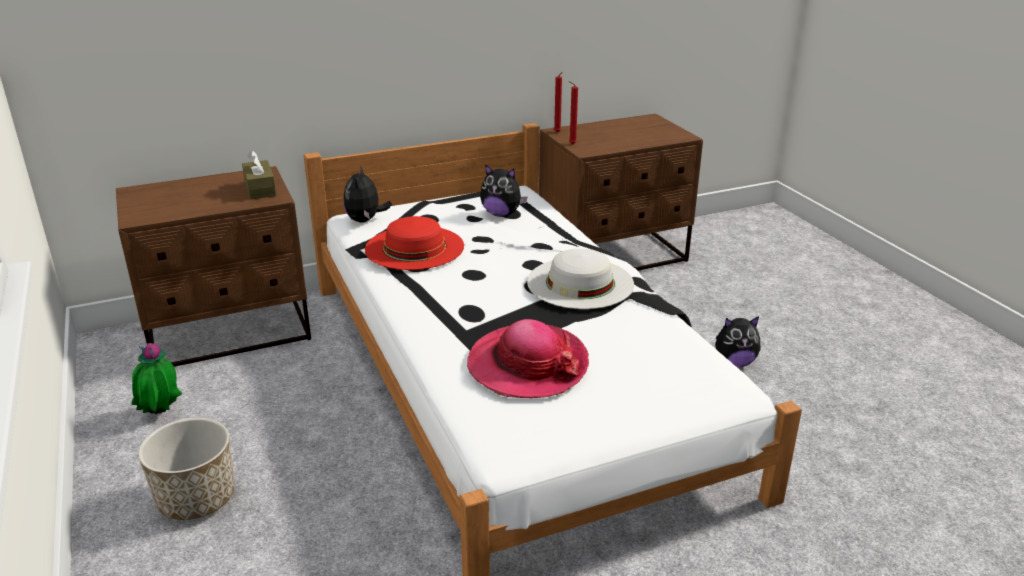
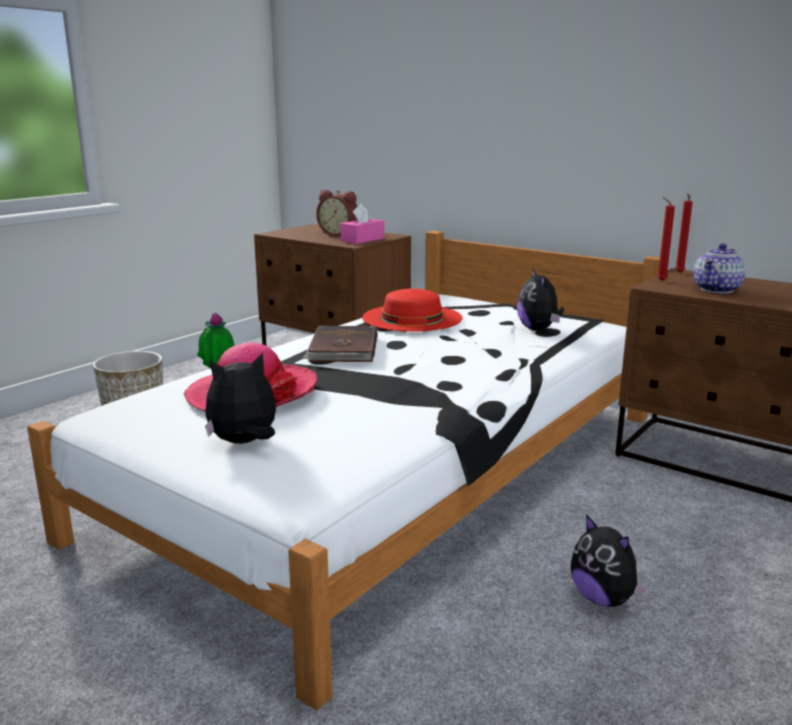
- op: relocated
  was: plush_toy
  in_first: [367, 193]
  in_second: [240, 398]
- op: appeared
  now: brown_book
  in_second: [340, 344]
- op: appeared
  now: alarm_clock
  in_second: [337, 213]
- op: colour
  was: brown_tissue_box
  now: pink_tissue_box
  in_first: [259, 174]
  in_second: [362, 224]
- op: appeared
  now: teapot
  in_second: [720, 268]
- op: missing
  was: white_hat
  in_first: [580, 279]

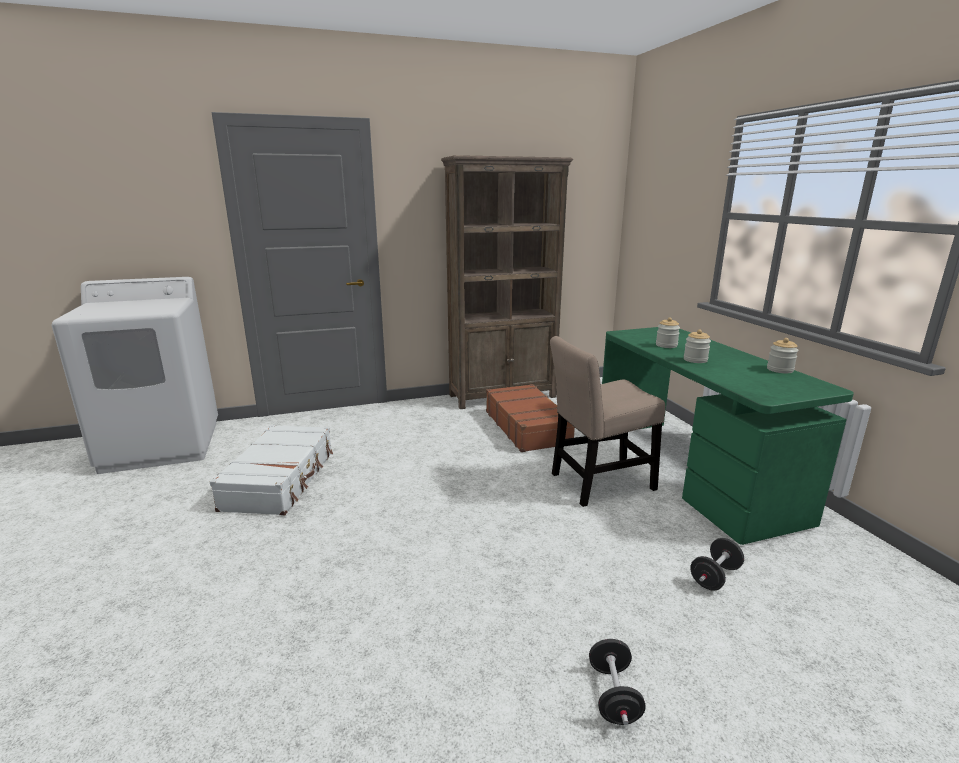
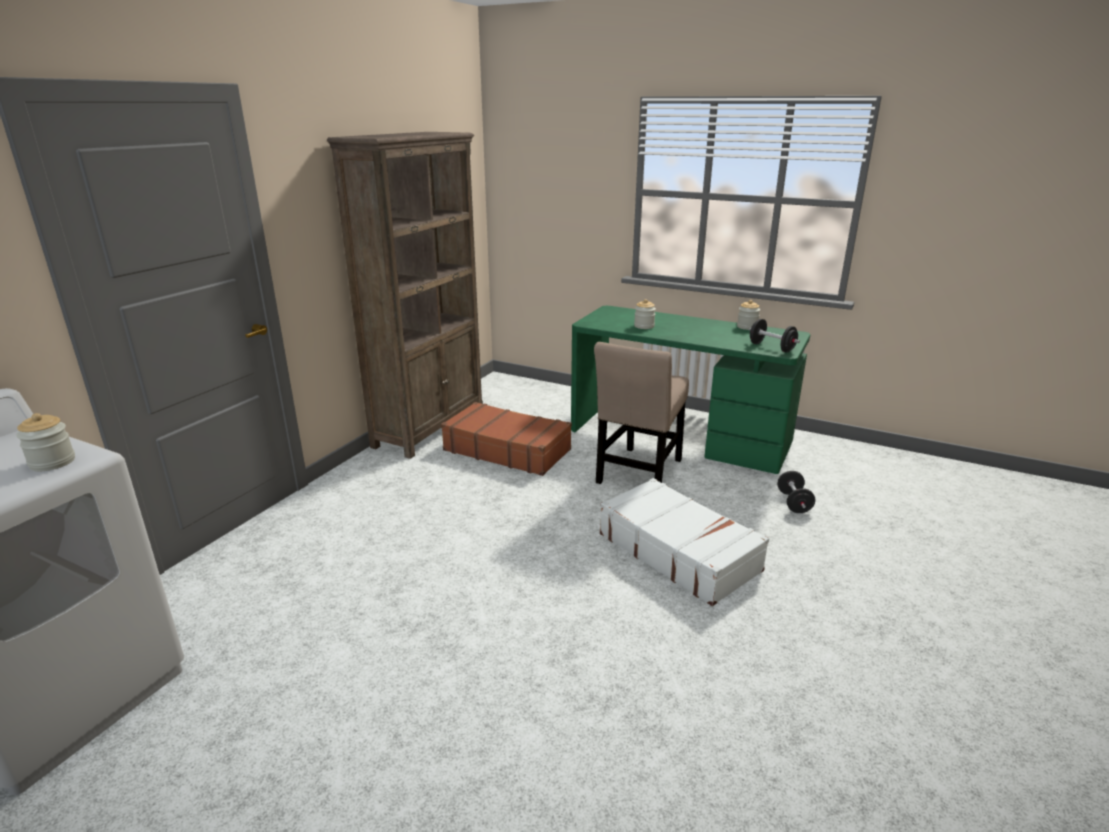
- op: relocated
  was: jar
  in_first: [697, 346]
  in_second: [45, 442]
- op: relocated
  was: white_suitcase
  in_first: [271, 470]
  in_second: [684, 542]
- op: relocated
  was: black_dumbbell
  in_first: [617, 682]
  in_second: [774, 335]

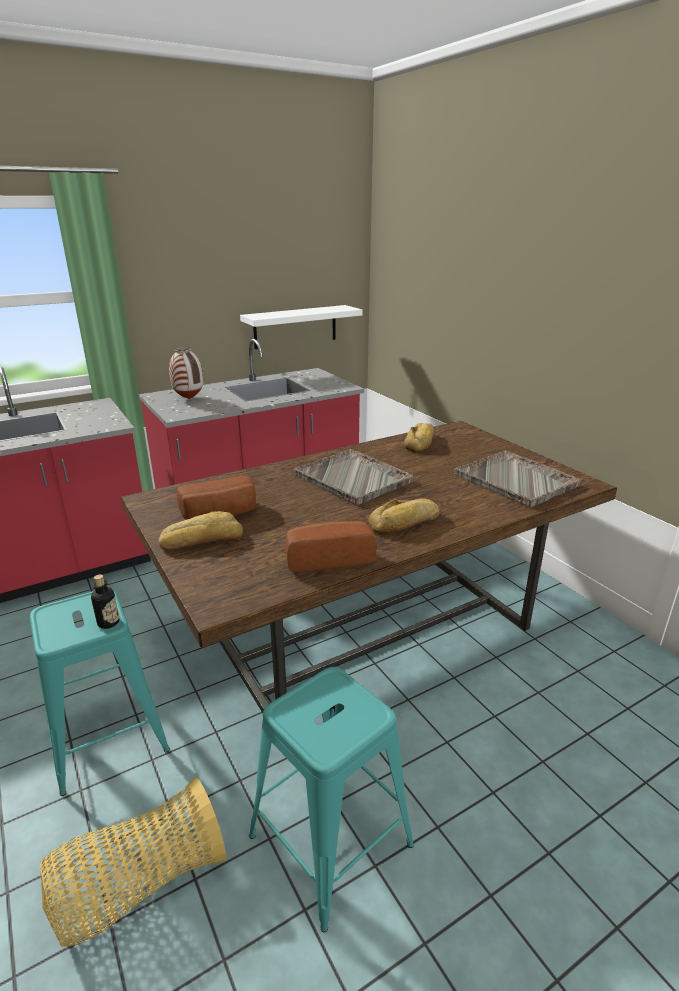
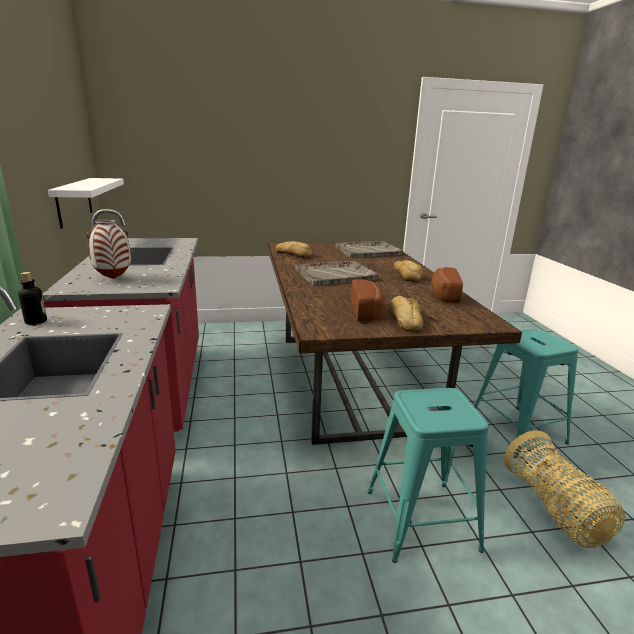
- op: relocated
  was: bottle
  in_first: [105, 601]
  in_second: [32, 298]

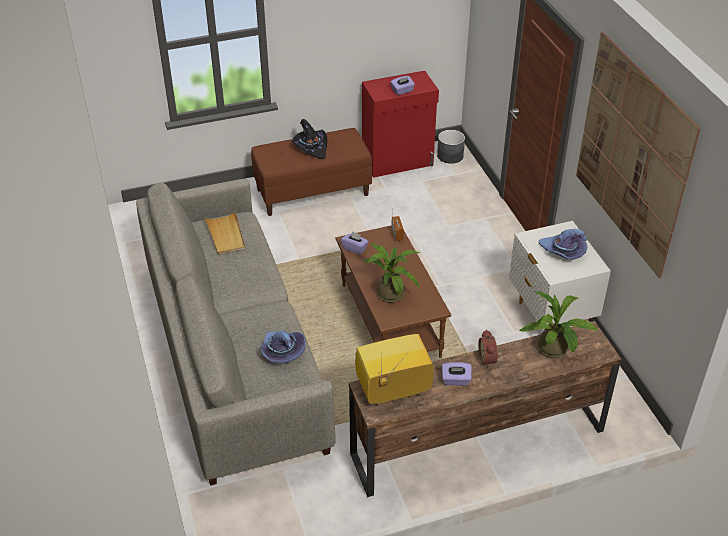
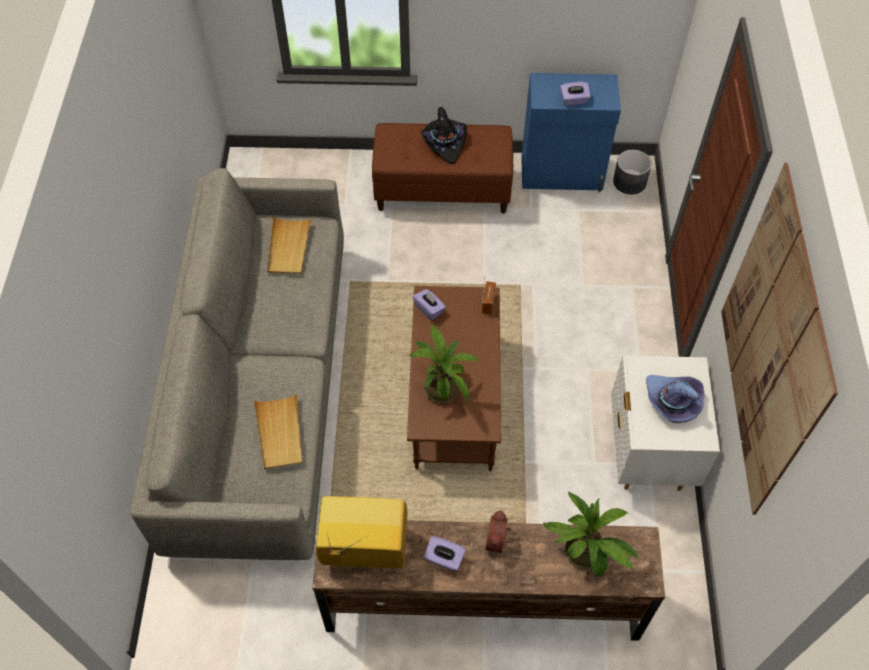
- op: exchanged
  was: purple_hat
  now: beige_tray
  in_first: [283, 346]
  in_second: [278, 431]
- op: colour
  was: red_cabinet
  now: blue_cabinet
  in_first: [400, 124]
  in_second: [571, 132]

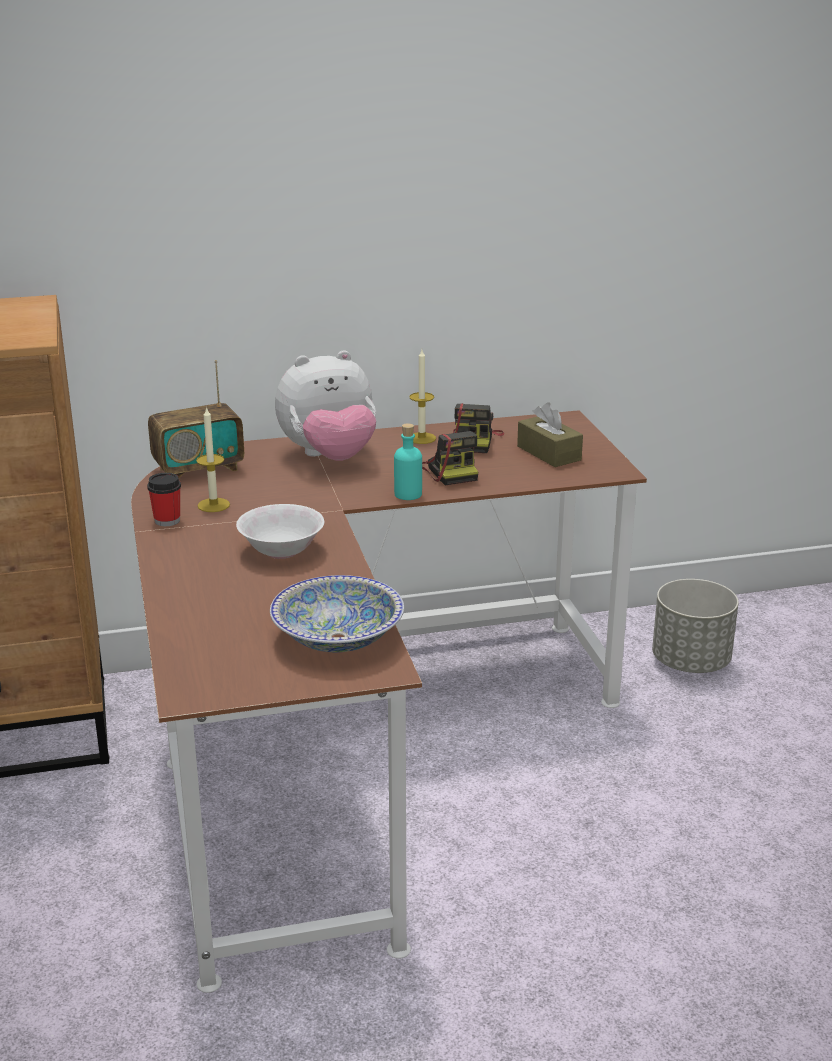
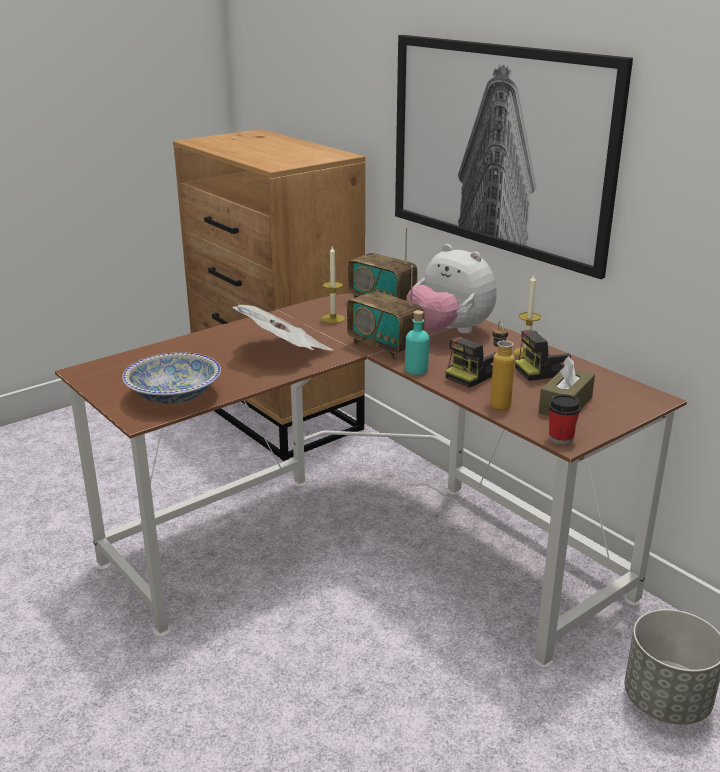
- op: exchanged
  was: white_bowl
  now: newspaper
  in_first: [280, 531]
  in_second: [283, 327]
- op: appeared
  now: radio
  in_second: [386, 313]
- op: appeared
  now: picture
  in_second: [514, 157]
- op: appeared
  now: bottle
  in_second: [502, 366]
- op: relocated
  was: cup
  in_first: [164, 499]
  in_second: [565, 419]

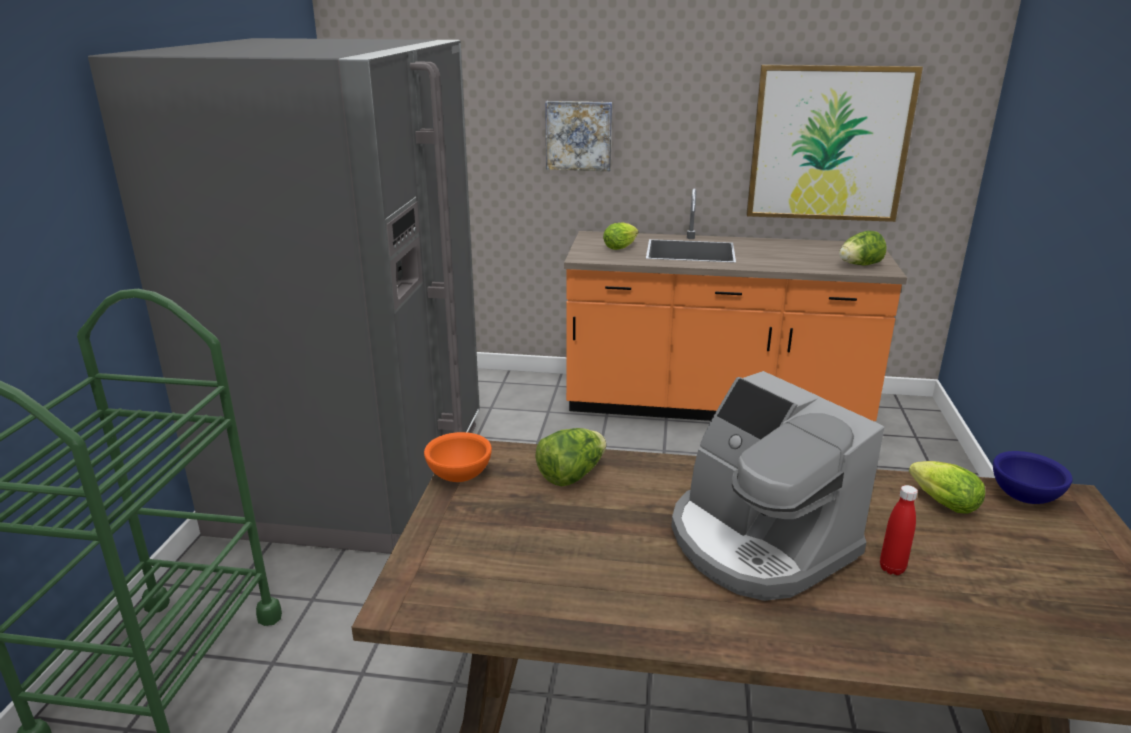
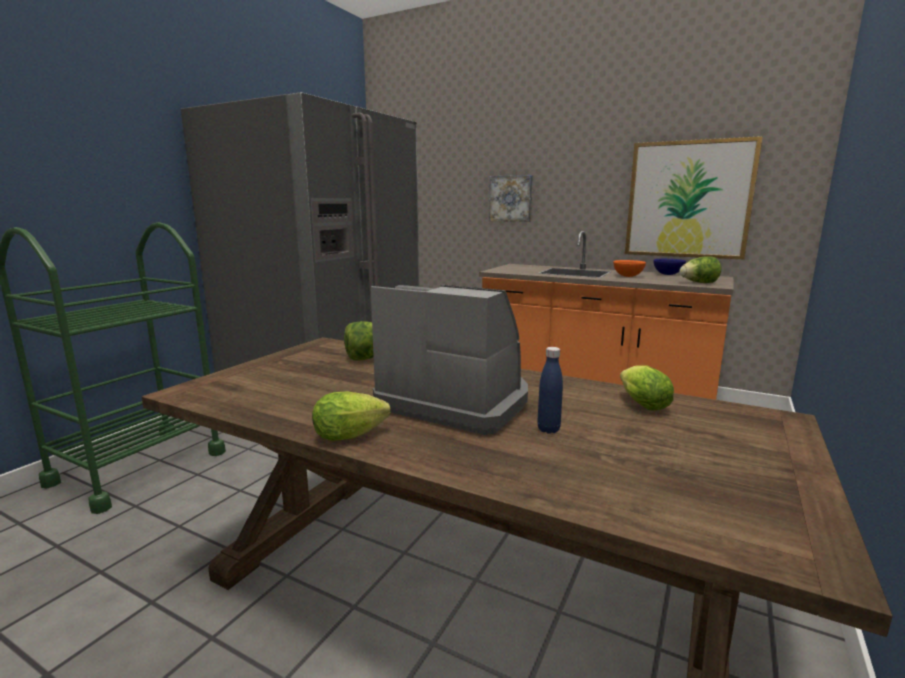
- op: relocated
  was: lettuce
  in_first: [620, 236]
  in_second: [351, 416]
- op: spun
  was: coffee_machine
  in_first: [777, 486]
  in_second: [449, 360]
  clockwise: 135
- op: colour
  was: red_bottle
  now: blue_bottle
  in_first: [899, 530]
  in_second: [550, 390]
- op: relocated
  was: orange_bowl
  in_first: [458, 457]
  in_second: [629, 268]
- op: relocated
  was: blue_bowl
  in_first: [1033, 477]
  in_second: [669, 267]

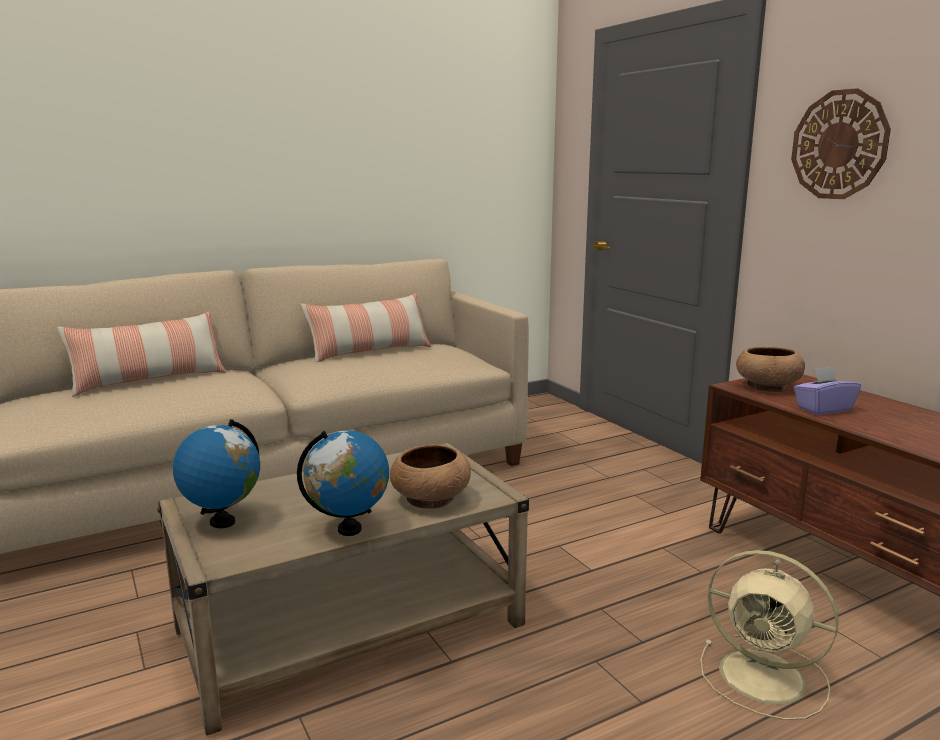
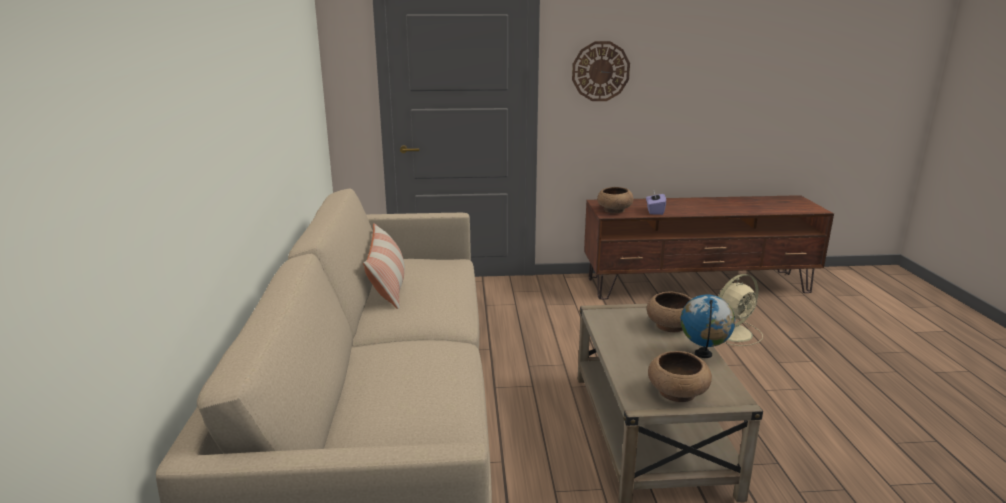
- op: exchanged
  was: globe
  now: brown_bowl
  in_first: [216, 473]
  in_second: [680, 376]
- op: missing
  was: pillow
  in_first: [141, 354]

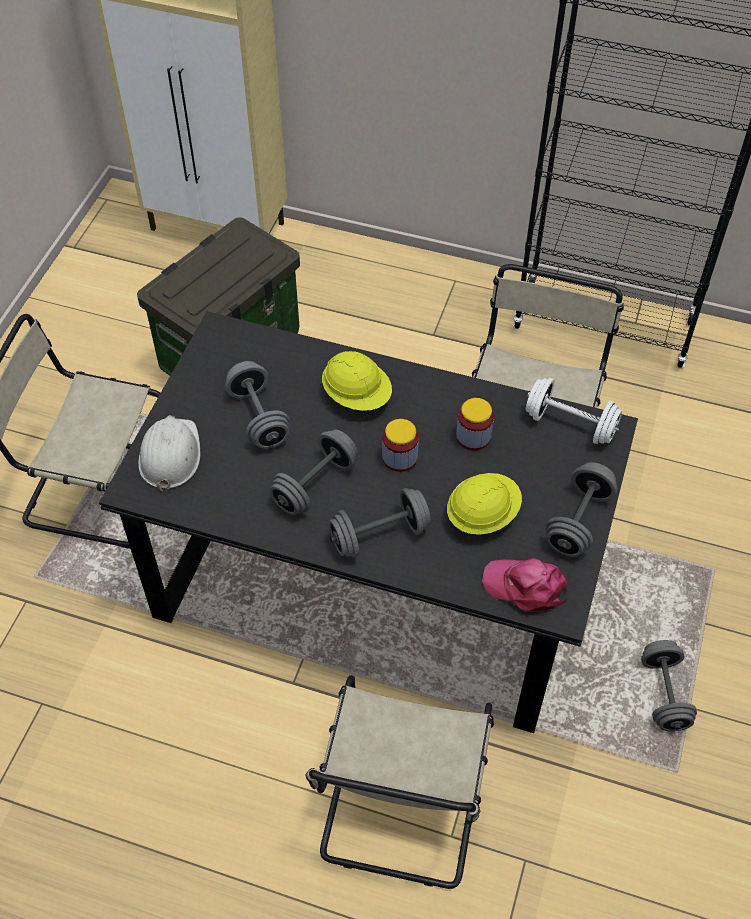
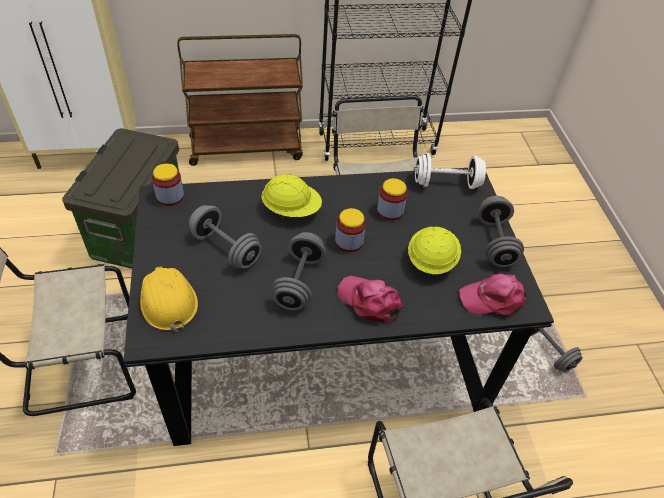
- op: colour
  was: white_hard_hat
  now: yellow_hard_hat
  in_first: [169, 453]
  in_second: [169, 299]
- op: appeared
  now: jar
  in_second: [168, 184]
- op: appeared
  now: brown_cart
  in_second: [240, 100]
- op: exchanged
  was: grey_dumbbell
  now: pink_cap
  in_first: [380, 523]
  in_second: [371, 299]

